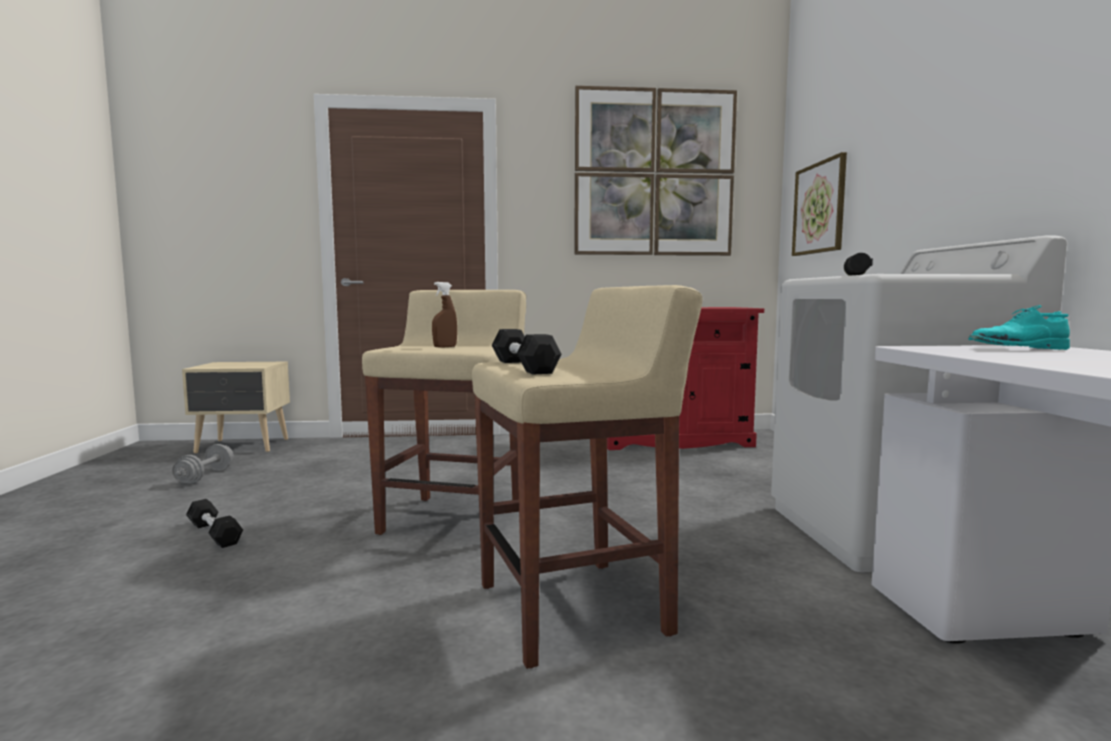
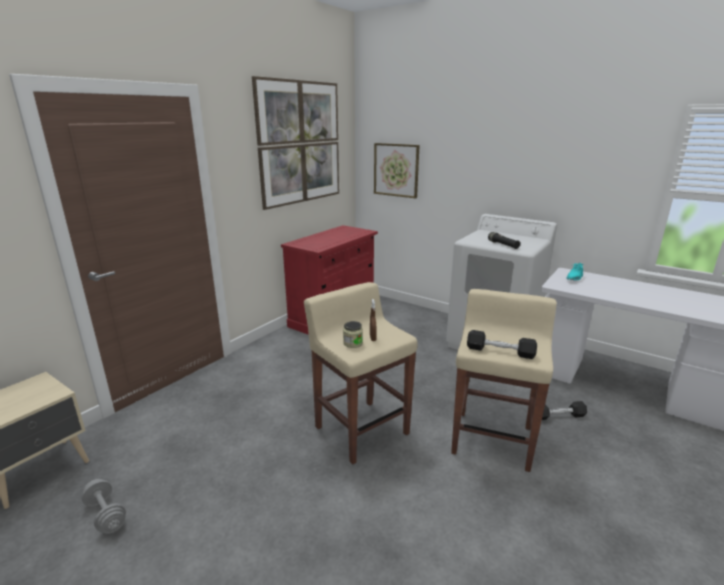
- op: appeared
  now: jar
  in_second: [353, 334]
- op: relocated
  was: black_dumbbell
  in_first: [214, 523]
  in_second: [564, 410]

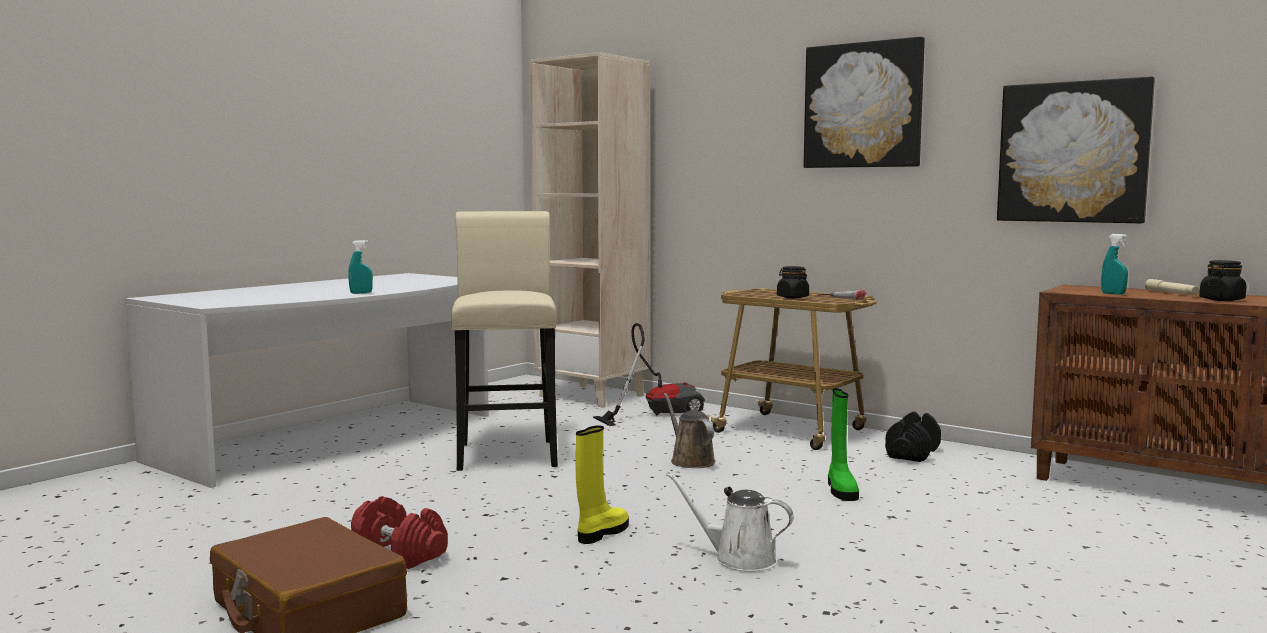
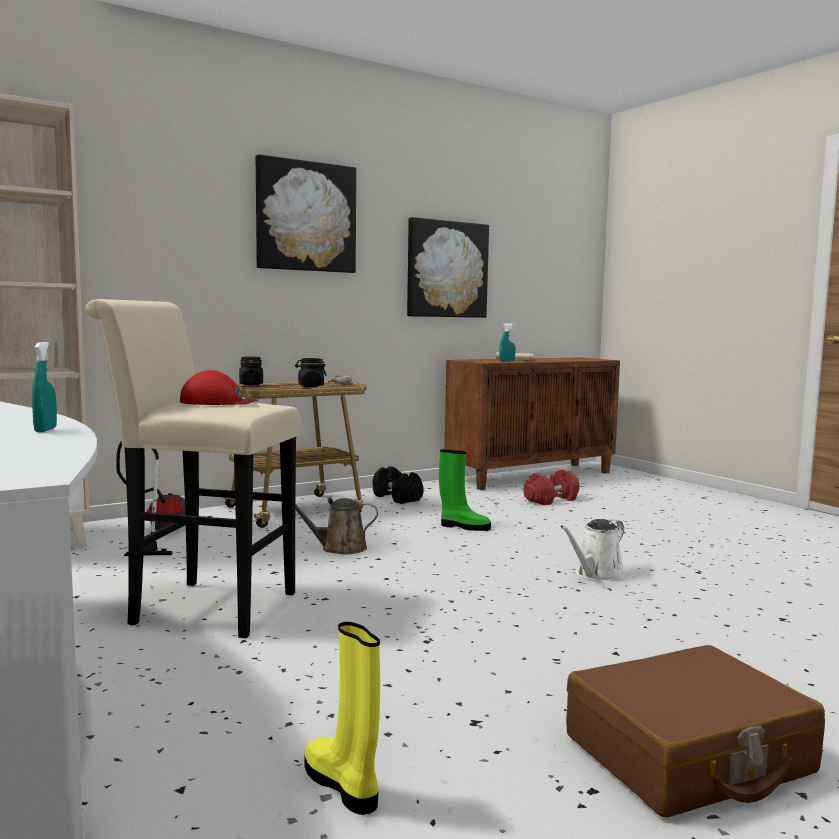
- op: appeared
  now: red_cap
  in_second: [219, 387]
- op: relocated
  was: black_jar
  in_first: [1223, 280]
  in_second: [251, 371]
- op: relocated
  was: yellow_boot
  in_first: [602, 484]
  in_second: [342, 718]
- op: relocated
  was: red_dumbbell
  in_first: [399, 532]
  in_second: [552, 487]

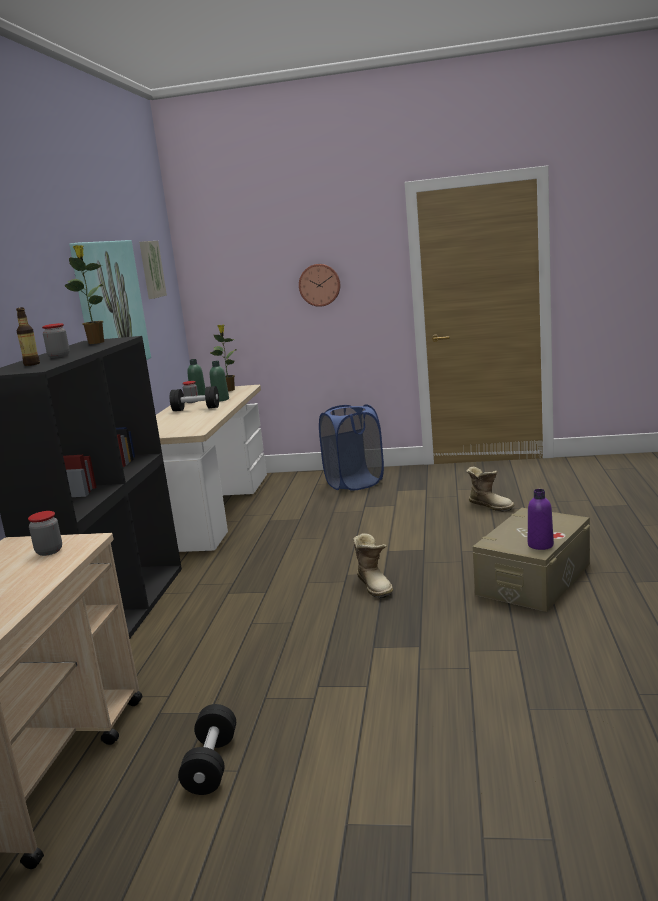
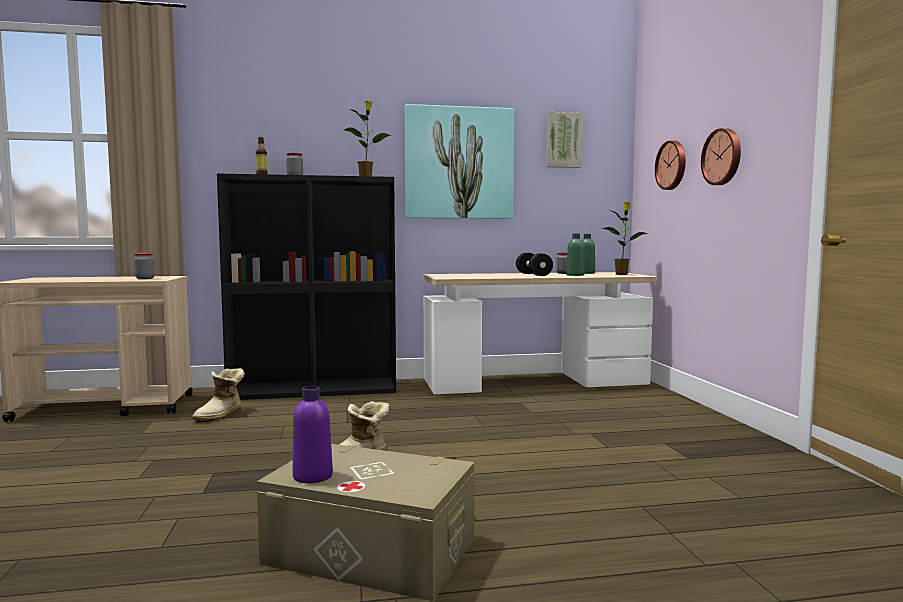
- op: relocated
  was: boot
  in_first: [490, 489]
  in_second: [218, 395]
- op: appeared
  now: wall_clock
  in_second: [670, 165]
- op: missing
  was: black_dumbbell
  in_first: [207, 749]
- op: missing
  was: blue_laundry_basket
  in_first: [351, 447]

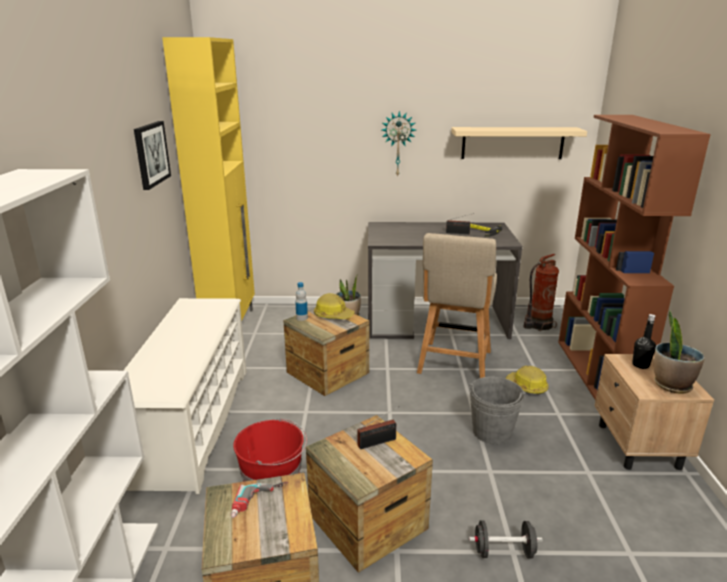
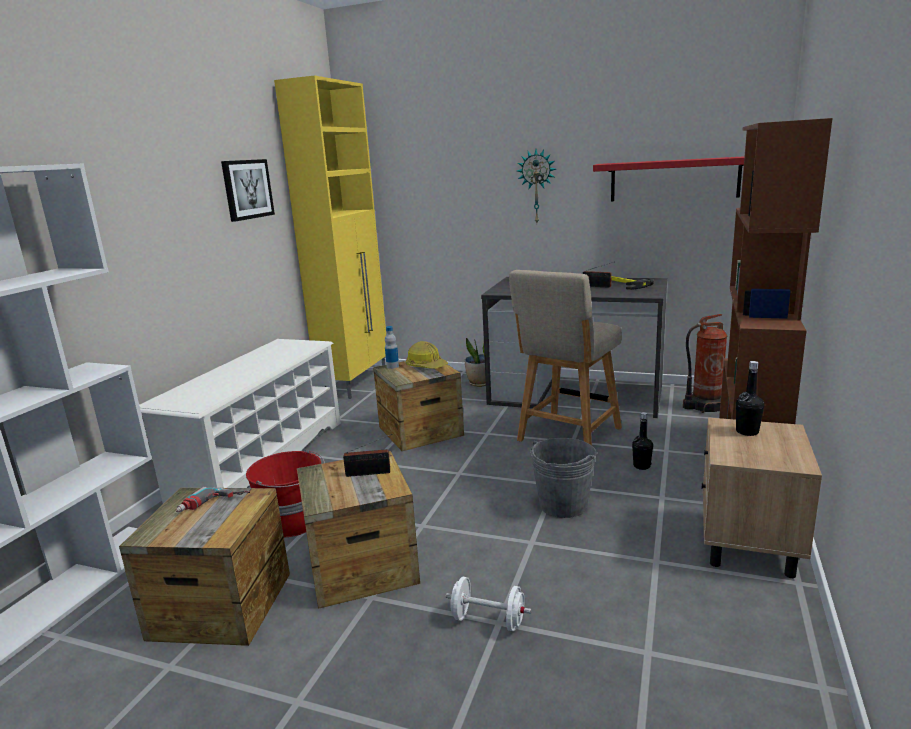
- op: colour
  was: black_dumbbell
  now: white_dumbbell
  in_first: [506, 539]
  in_second: [489, 604]
- op: colour
  was: beige_shelf
  now: red_shelf
  in_first: [519, 143]
  in_second: [669, 178]
- op: exchanged
  was: hard_hat
  now: black_bottle
  in_first: [527, 380]
  in_second: [642, 441]
- op: missing
  was: potted_plant
  in_first: [679, 352]

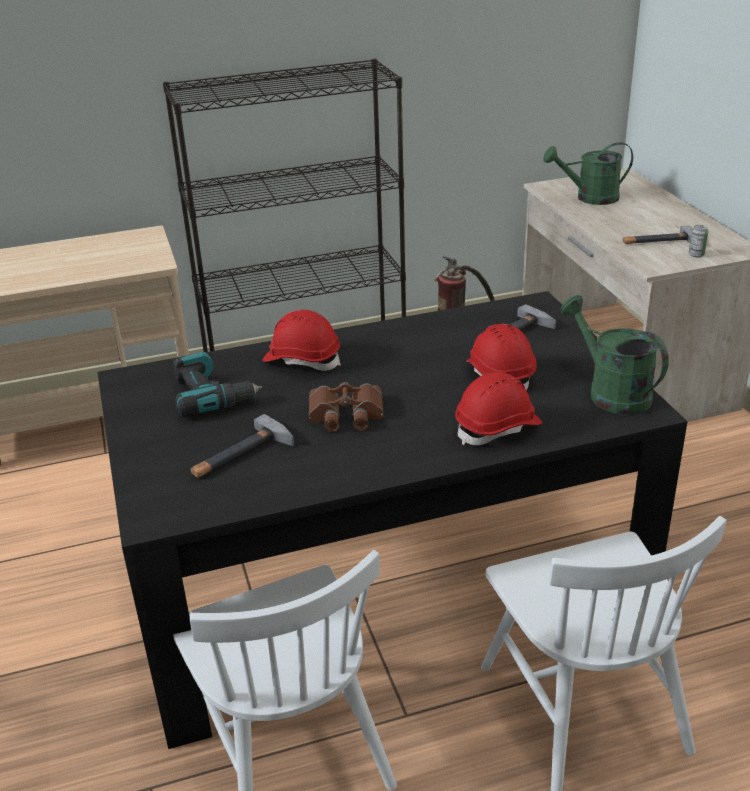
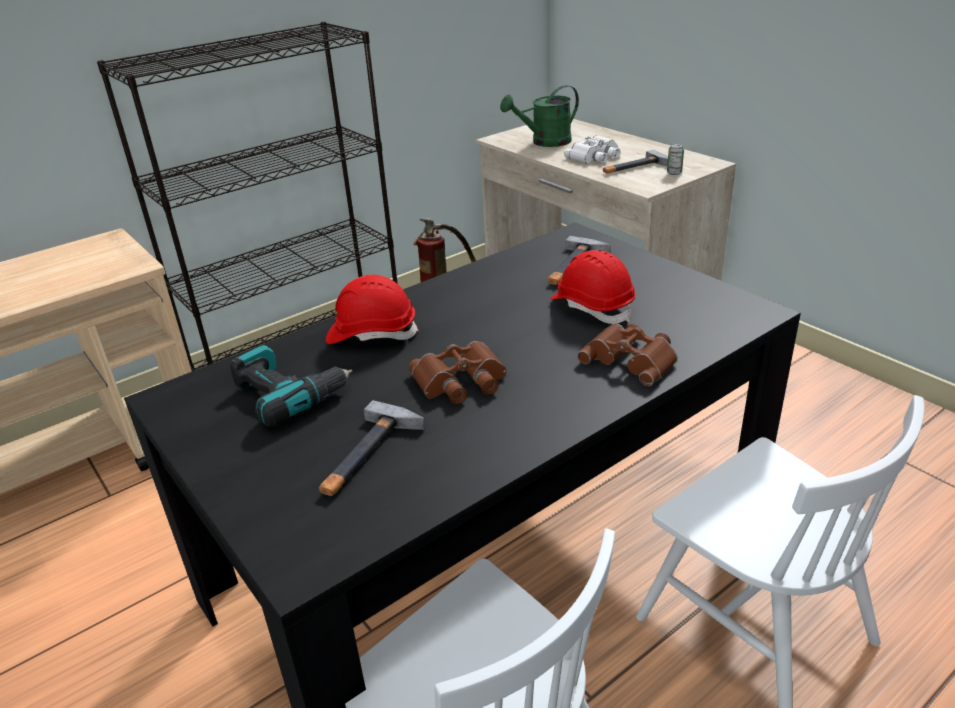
- op: appeared
  now: white_binoculars
  in_second: [592, 150]
- op: exchanged
  was: red_hard_hat
  now: brown_binoculars
  in_first: [498, 408]
  in_second: [627, 354]
- op: missing
  was: green_watering_can
  in_first: [614, 355]

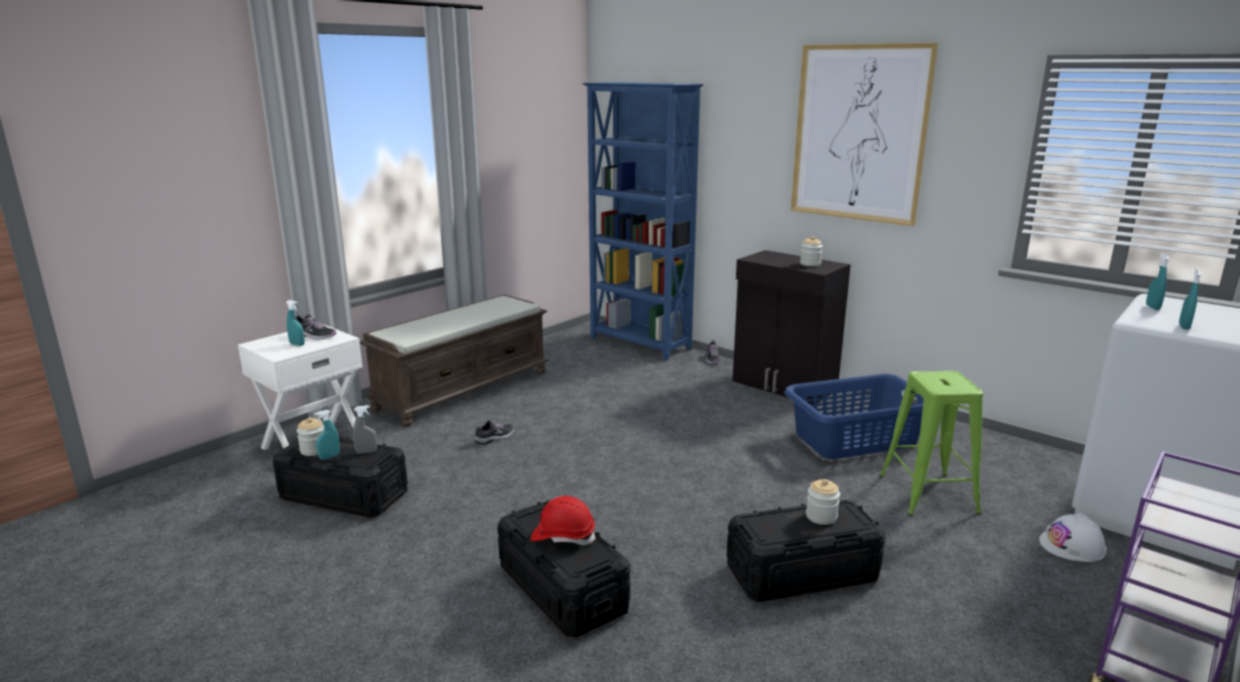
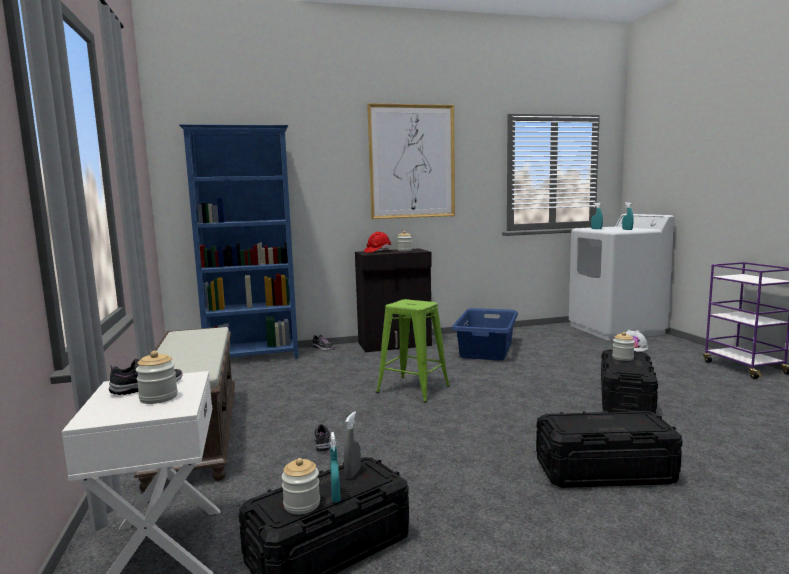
- op: exchanged
  was: turquoise_spray_bottle
  now: jar
  in_first: [295, 323]
  in_second: [157, 377]
- op: relocated
  was: red_hard_hat
  in_first: [563, 520]
  in_second: [377, 242]
- op: relocated
  was: green_stool
  in_first: [931, 443]
  in_second: [413, 350]

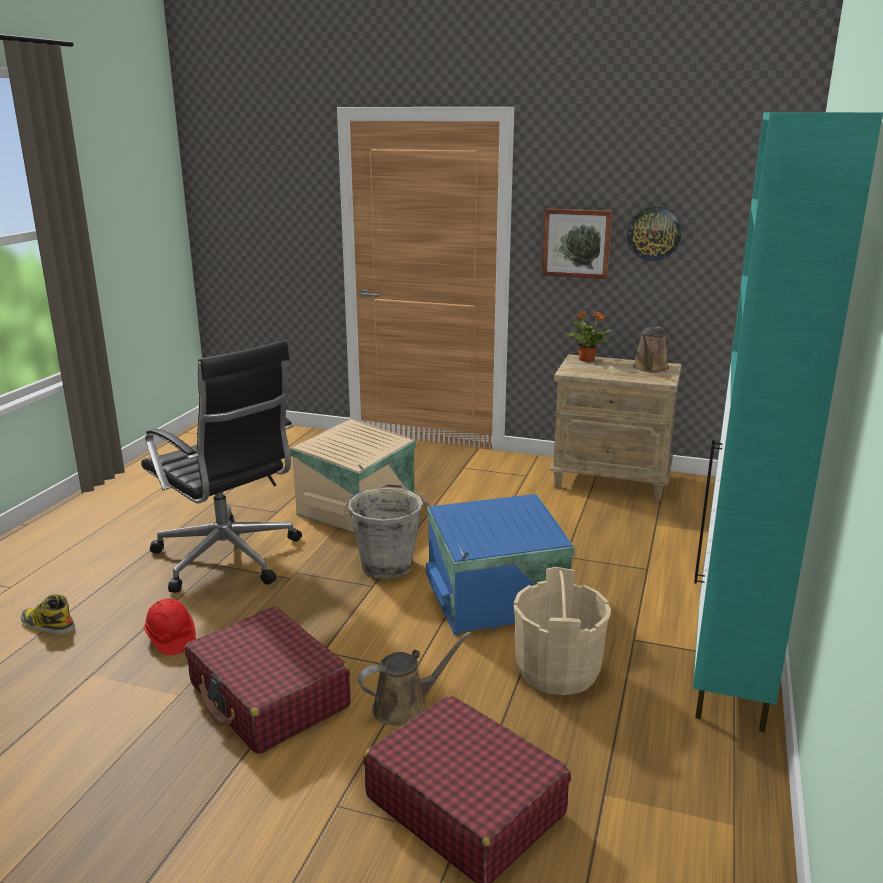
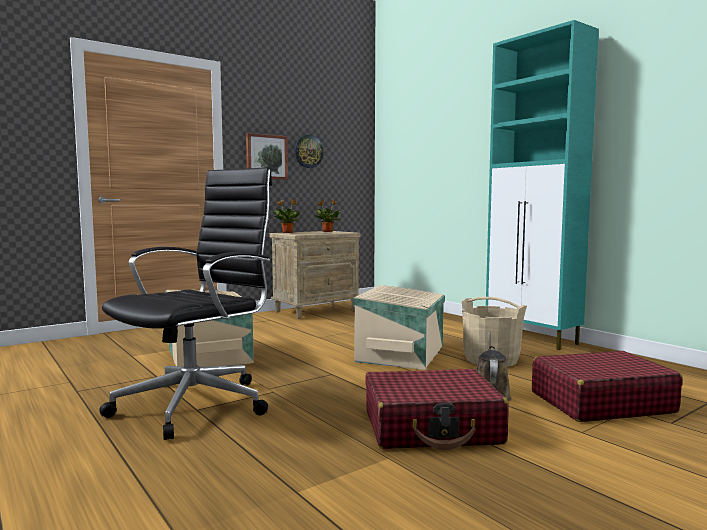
- op: spun
  was: black_office_chair
  in_first: [221, 466]
  in_second: [185, 303]
  clockwise: -45
- op: exchanged
  was: brown_watering_can
  now: potted_plant
  in_first: [651, 350]
  in_second: [327, 215]
- op: colour
  was: blue_storage_box
  now: beige_storage_box
  in_first: [500, 564]
  in_second: [399, 327]
- op: missing
  was: boot
  in_first: [48, 614]
- op: missing
  was: red_hard_hat
  in_first: [170, 627]
- op: missing
  was: grey_bucket
  in_first: [387, 531]

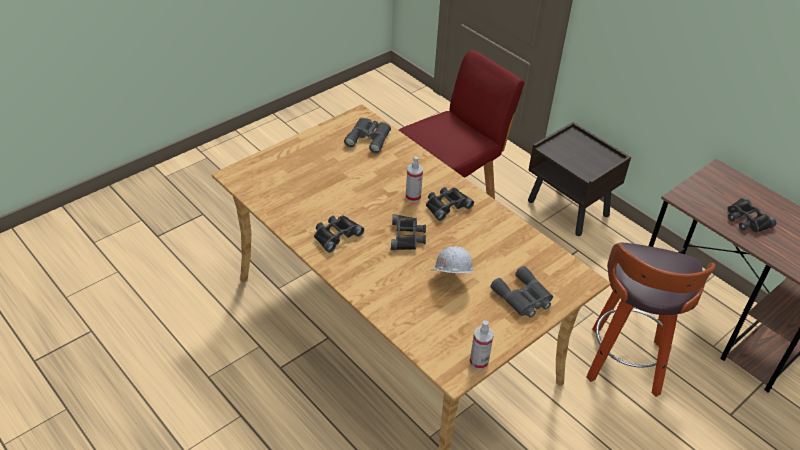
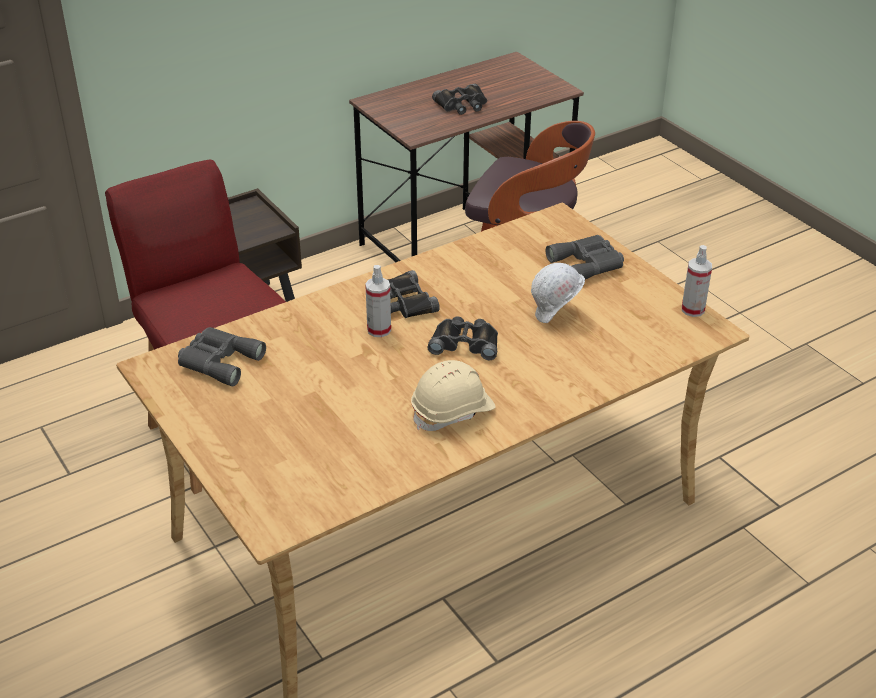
- op: exchanged
  was: black_binoculars
  now: beige_hard_hat
  in_first: [339, 234]
  in_second: [453, 395]

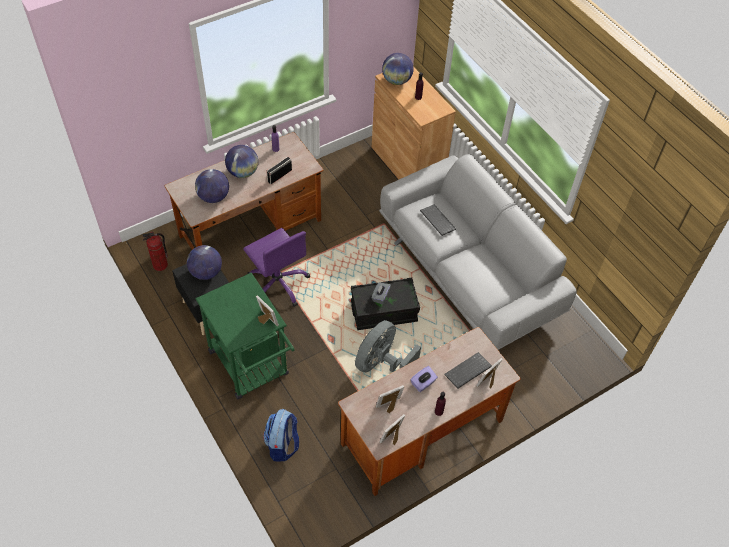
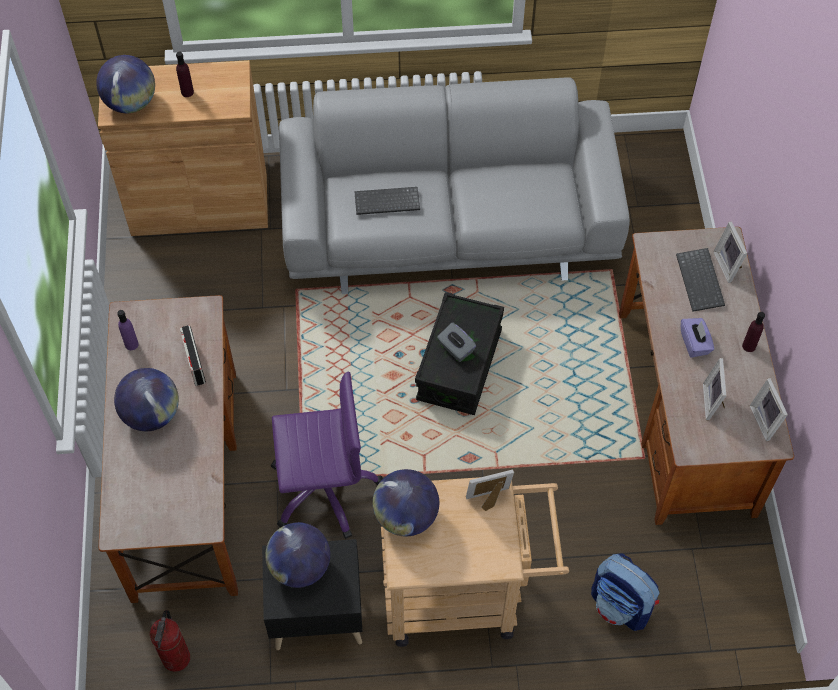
- op: relocated
  was: globe
  in_first: [212, 186]
  in_second: [406, 502]
- op: colour
  was: green_cart
  now: beige_cart
  in_first: [245, 335]
  in_second: [475, 562]
- op: missing
  was: grey_fan
  in_first: [388, 346]

